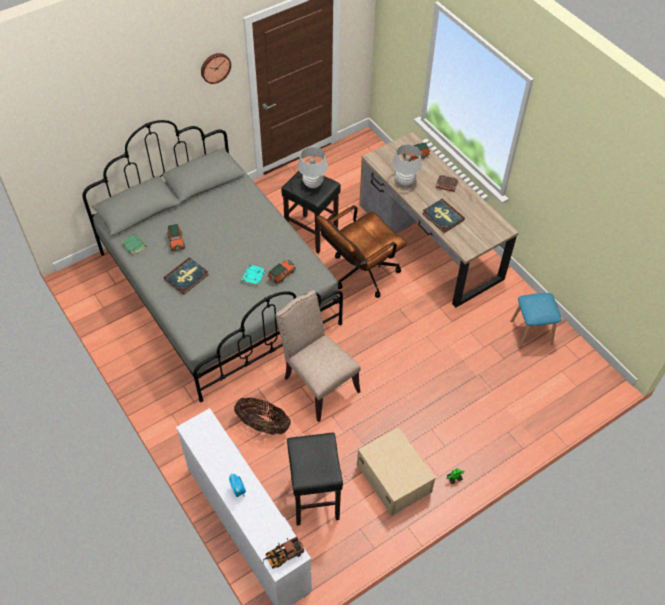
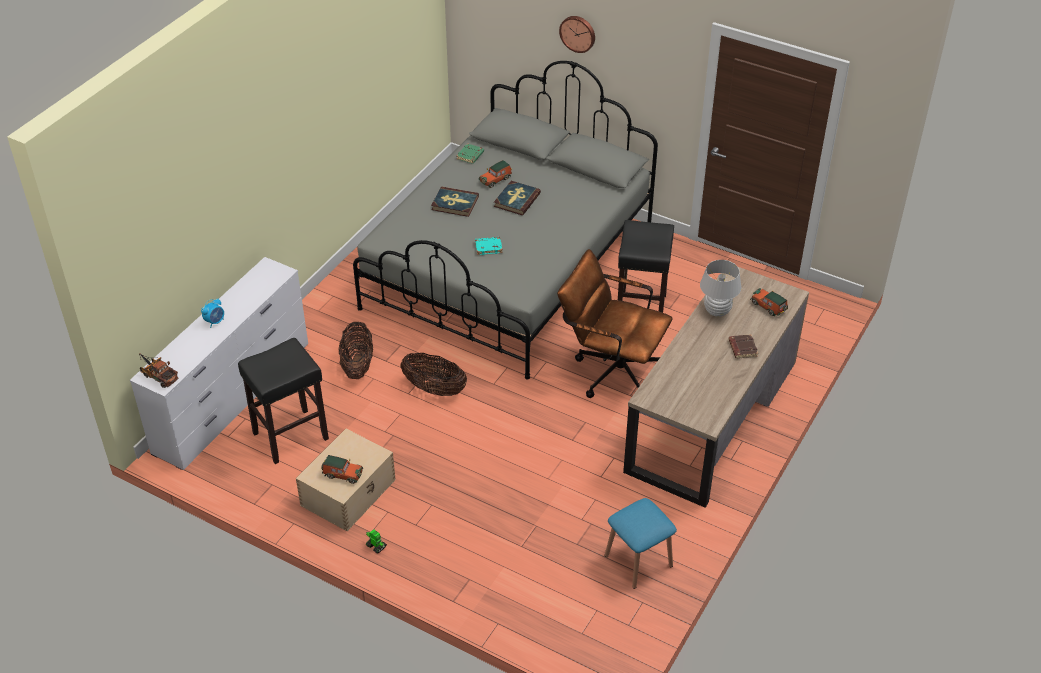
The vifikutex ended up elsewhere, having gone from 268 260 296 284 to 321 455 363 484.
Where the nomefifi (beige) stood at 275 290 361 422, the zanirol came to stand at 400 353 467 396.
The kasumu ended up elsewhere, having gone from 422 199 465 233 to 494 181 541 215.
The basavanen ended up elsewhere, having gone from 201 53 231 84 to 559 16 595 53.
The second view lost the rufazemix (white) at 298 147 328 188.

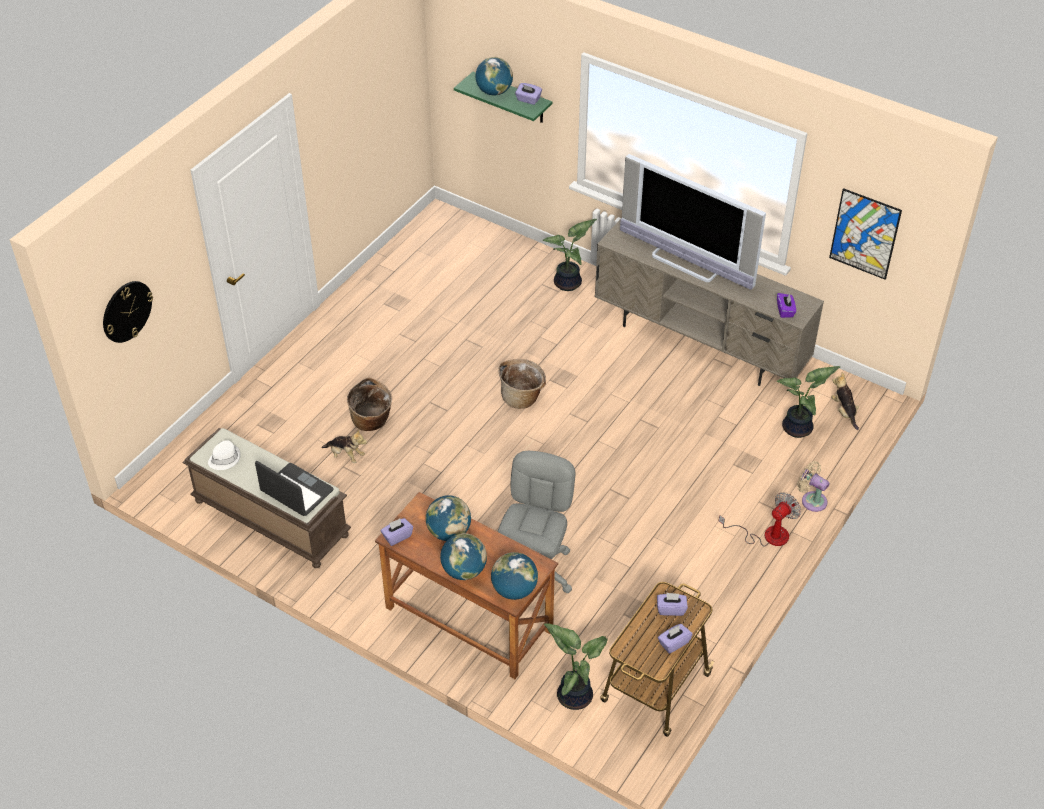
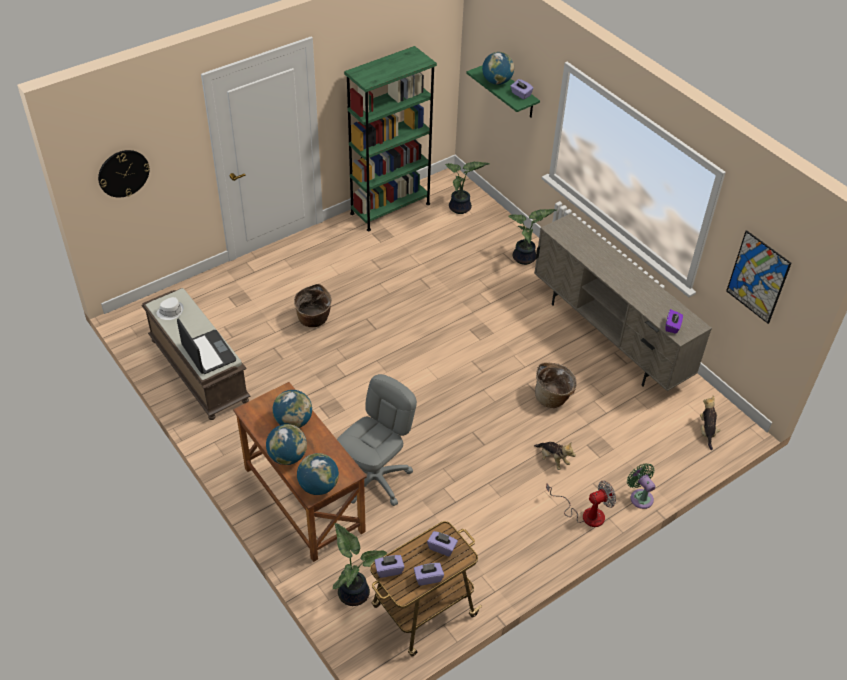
The second view gained the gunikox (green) at 344 46 437 231.
The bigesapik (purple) ended up elsewhere, having gone from 381 518 413 546 to 375 555 405 578.
The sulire ended up elsewhere, having gone from 777 366 840 438 to 445 162 489 214.
The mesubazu ended up elsewhere, having gone from 321 429 368 463 to 534 442 576 470.
The zanirol ended up elsewhere, having gone from 498 359 546 409 to 535 362 576 408.
What was the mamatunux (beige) at 797 461 829 512 turned into the mamatunux (green) at 627 463 656 509.
The second view lost the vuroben at 620 154 766 290.

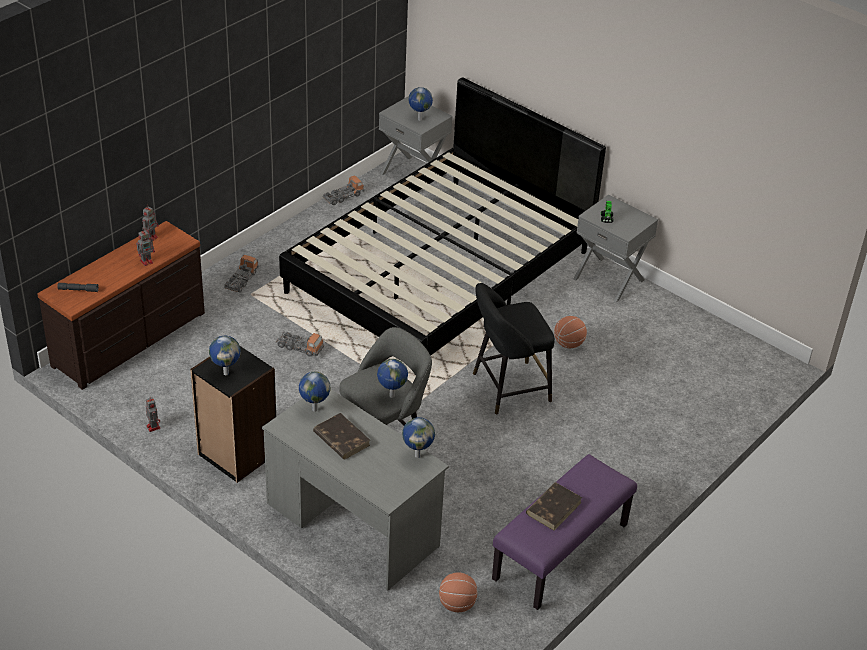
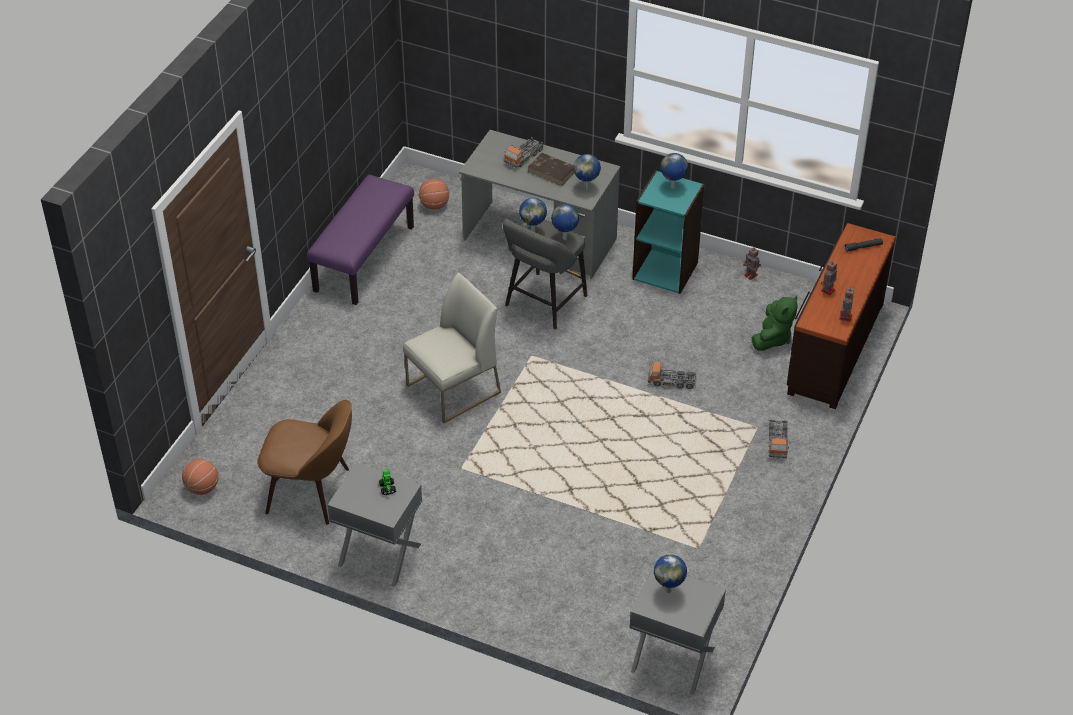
The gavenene ended up elsewhere, having gone from 554 316 587 349 to 182 459 219 495.
The second view gained the nomefifi (brown) at 257 400 352 525.
Where the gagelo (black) stood at 473 283 555 414, the nomefifi (white) came to stand at 403 272 501 423.
The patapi ended up elsewhere, having gone from 322 176 365 205 to 504 137 544 168.
The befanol ended up elsewhere, having gone from 402 417 435 458 to 551 204 579 240.
What was the gunikox (black) at 190 346 276 483 turned into the gunikox (turquoise) at 632 170 705 294.
The second view gained the mesubazu (green) at 752 296 798 351.
The second view lost the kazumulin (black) at 279 77 606 356.
The second view lost the kasumu (brown) at 526 483 582 531.

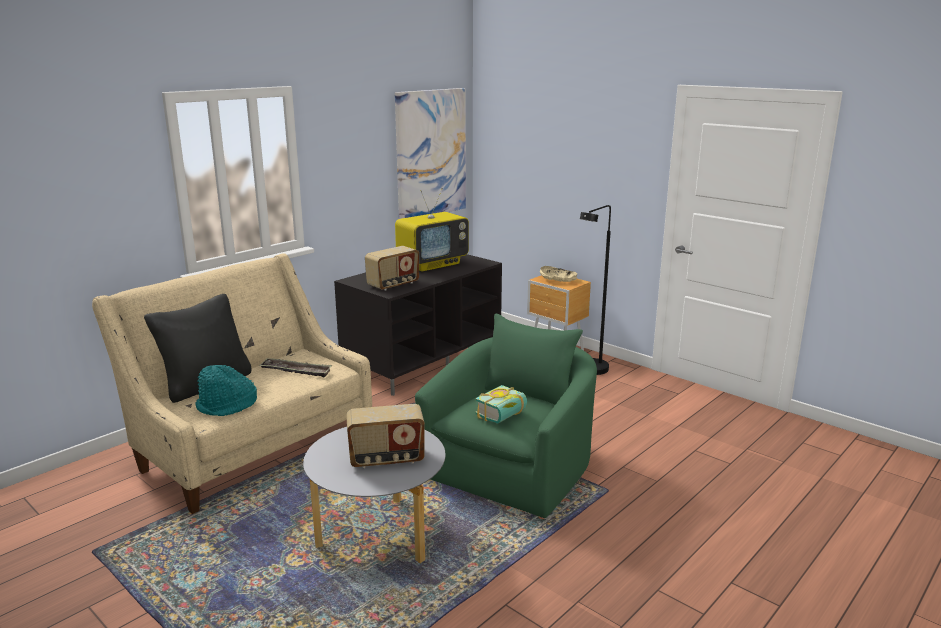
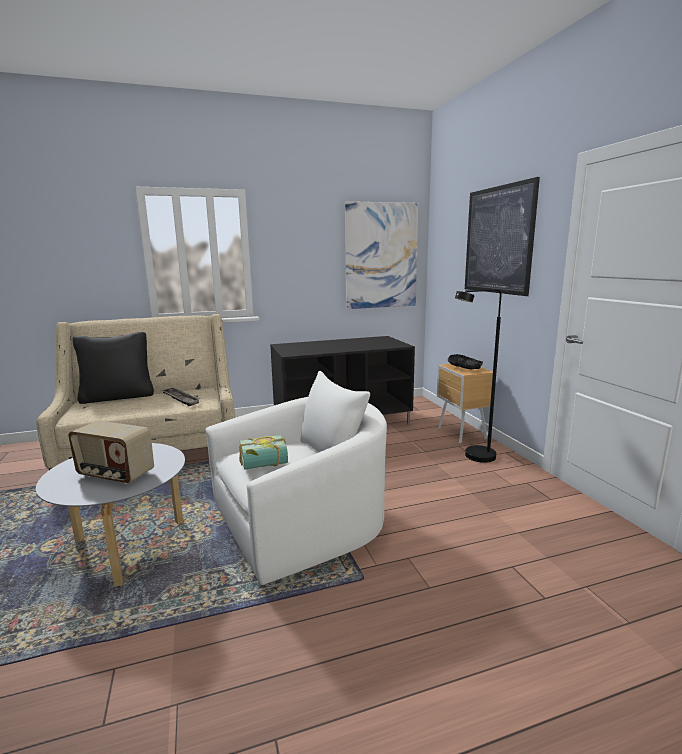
What was the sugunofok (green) at 415 314 597 518 turned into the sugunofok (white) at 206 371 387 585.
What was the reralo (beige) at 540 266 577 282 turned into the reralo (black) at 448 354 483 370.
The second view gained the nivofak at 465 177 540 296.
The second view lost the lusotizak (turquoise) at 195 365 257 416.
The second view lost the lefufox at 365 246 419 290.
The second view lost the vuroben at 395 188 469 271.

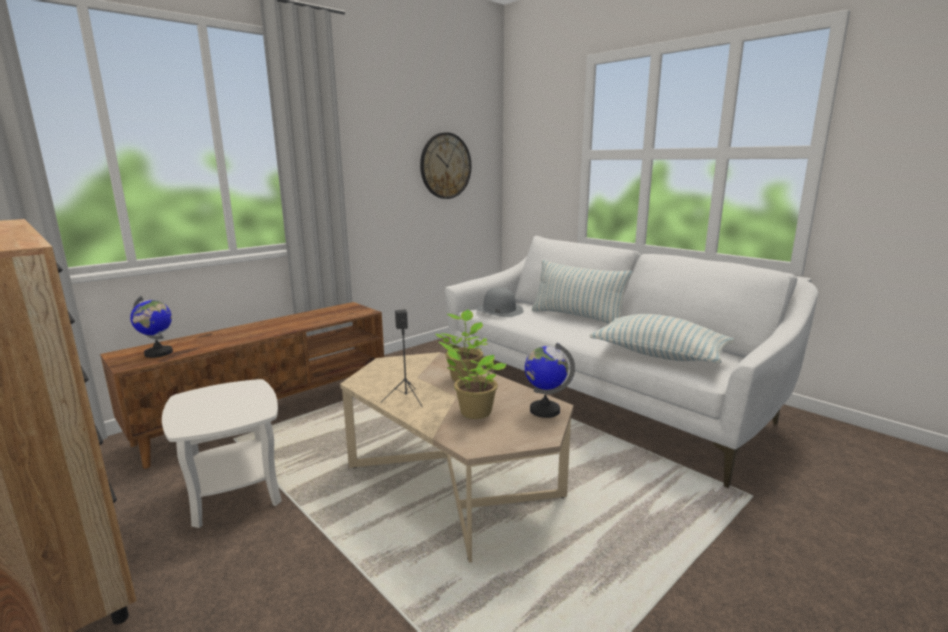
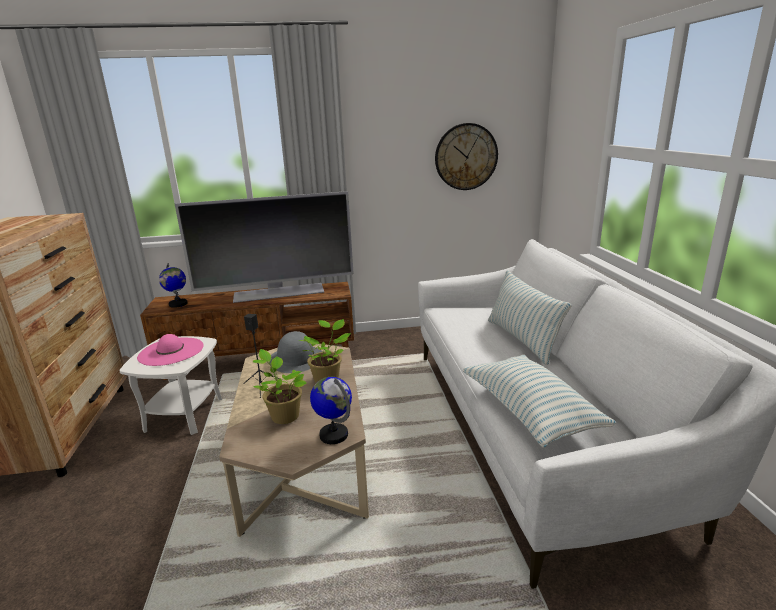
The second view gained the lusotizak (pink) at 137 334 204 366.
The second view gained the vuroben at 175 191 354 303.
The lusotizak (grey) ended up elsewhere, having gone from 476 287 523 317 to 269 331 322 373.

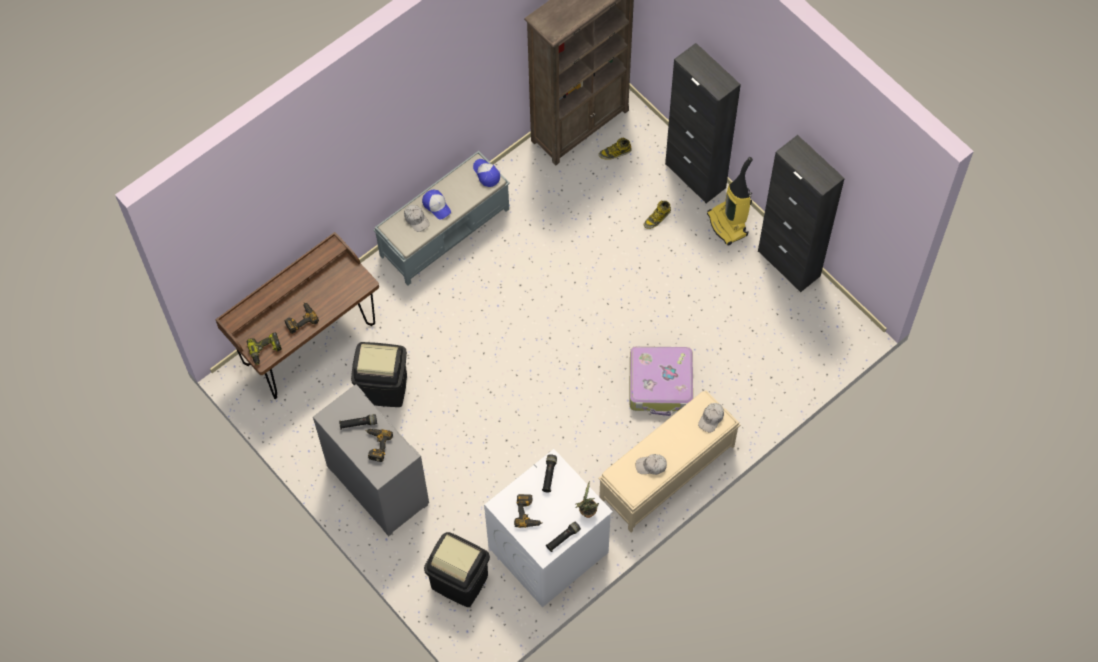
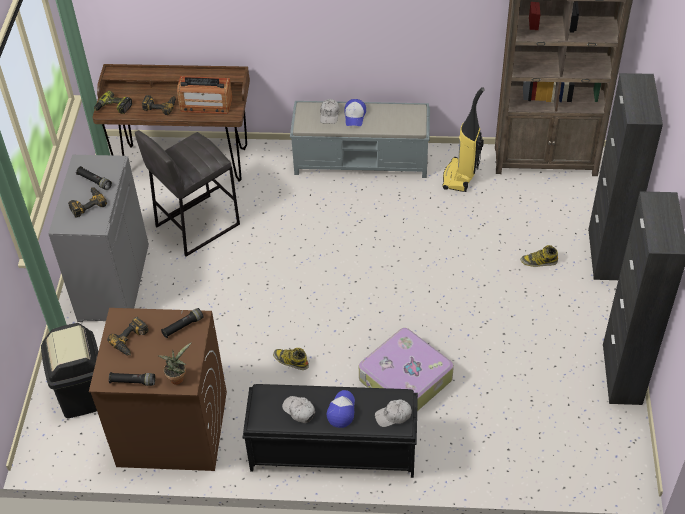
What was the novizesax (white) at 484 449 613 607 turned into the novizesax (brown) at 89 308 227 471.
Where the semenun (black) stood at 351 342 407 407, the gagelo (grey) came to stand at 135 130 240 257.
The second view gained the lefufox at 177 76 233 114.
What was the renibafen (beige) at 598 390 740 532 turned into the renibafen (black) at 243 384 418 478.
The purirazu ended up elsewhere, having gone from 599 137 631 160 to 273 348 309 370.
The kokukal ended up elsewhere, having gone from 473 159 500 187 to 327 390 355 428.
The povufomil ended up elsewhere, having gone from 707 157 753 246 to 442 87 485 192.

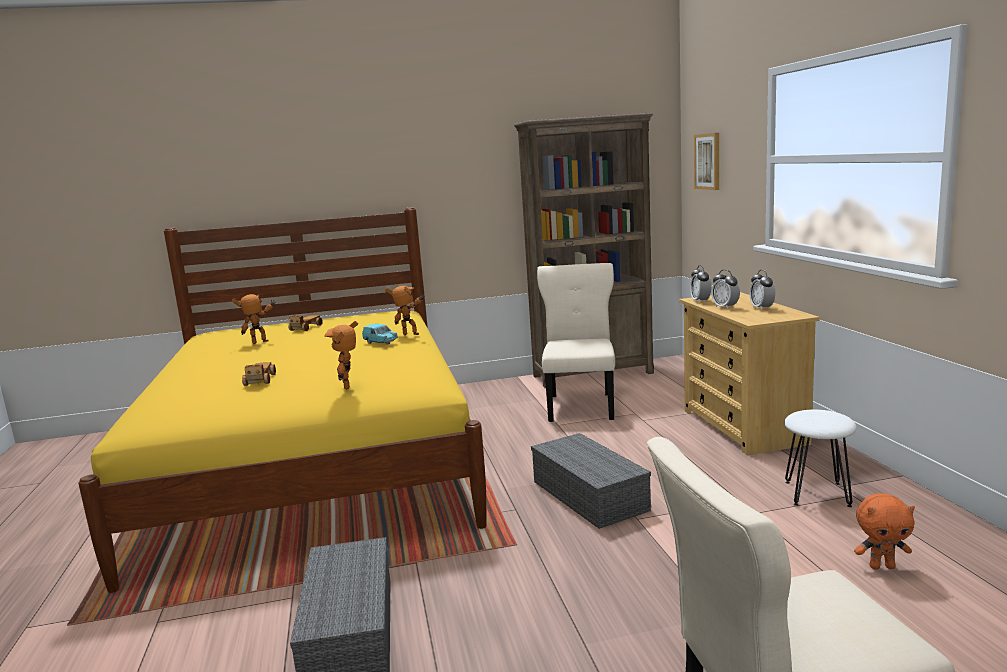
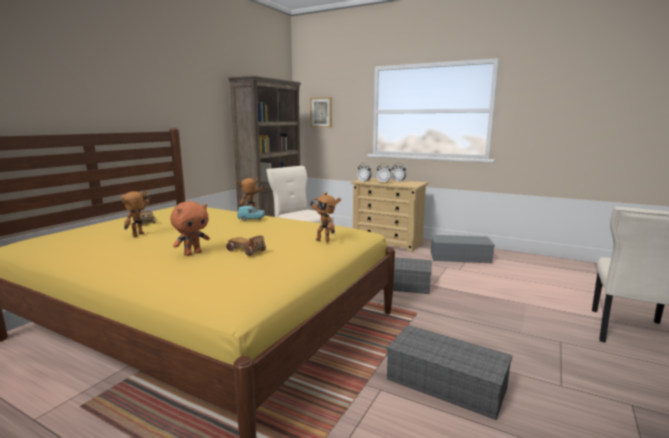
The mesubazu (orange) ended up elsewhere, having gone from 854 493 915 570 to 170 201 210 256.
Where the gagelo (white) stood at 784 410 857 507, the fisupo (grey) came to stand at 431 235 495 263.

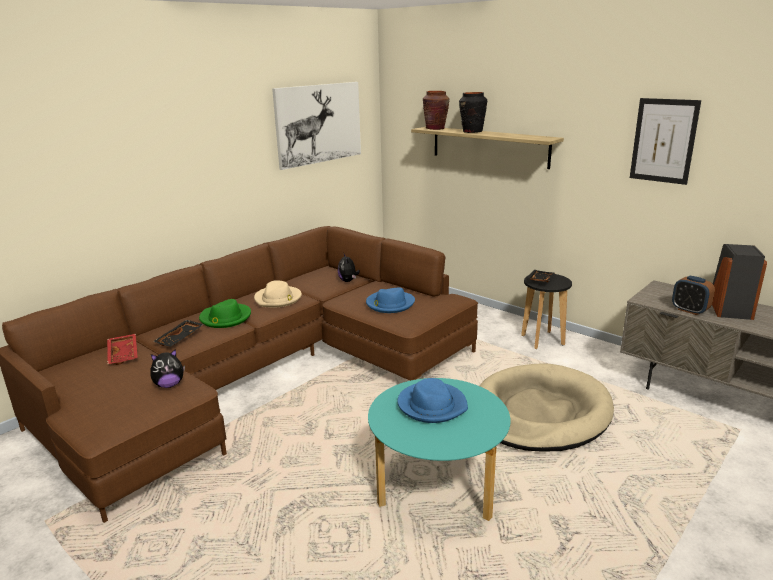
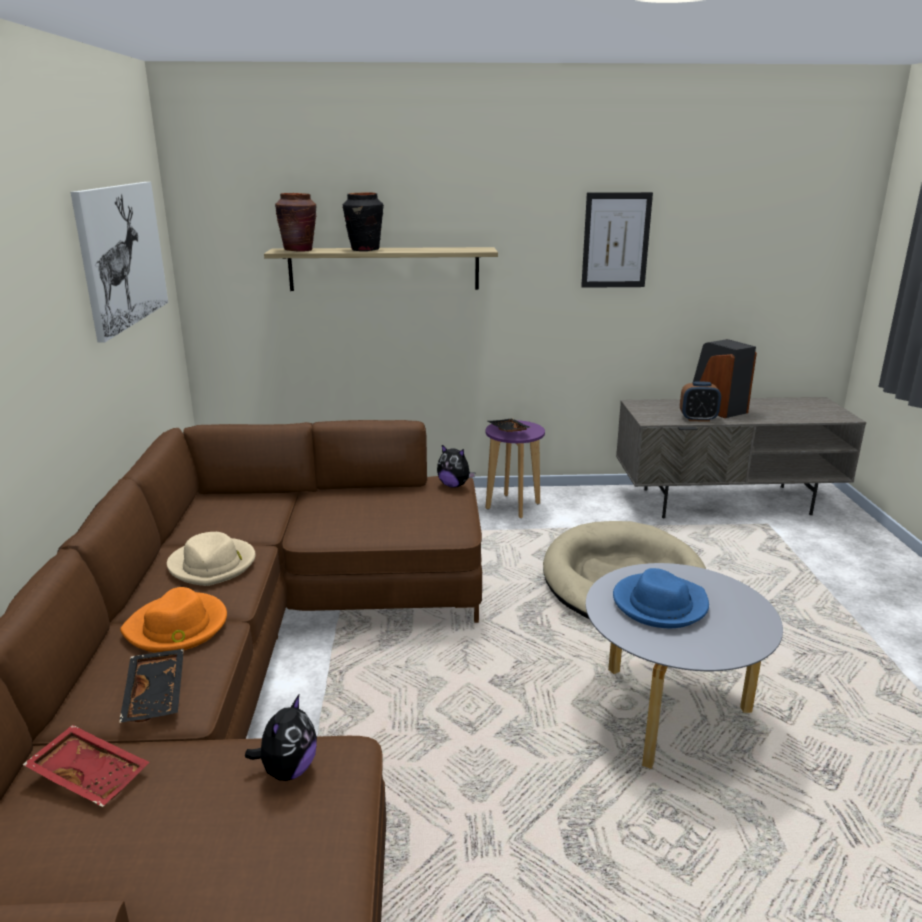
What was the lusotizak (green) at 199 299 251 328 turned into the lusotizak (orange) at 120 587 227 653.
The mesubazu ended up elsewhere, having gone from 338 254 360 282 to 437 445 475 488.
What was the gagelo (black) at 521 274 572 349 turned into the gagelo (purple) at 486 420 545 518.
What was the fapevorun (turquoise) at 368 378 511 521 turned into the fapevorun (grey) at 586 563 783 769.
The second view lost the lusotizak (blue) at 366 287 415 313.

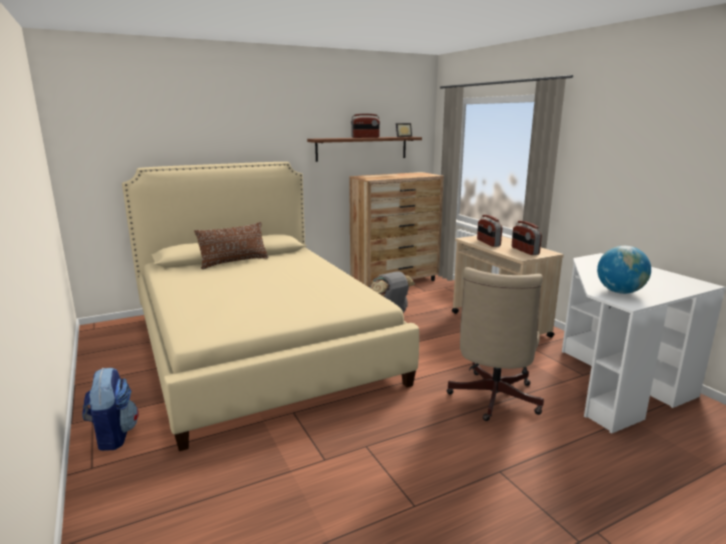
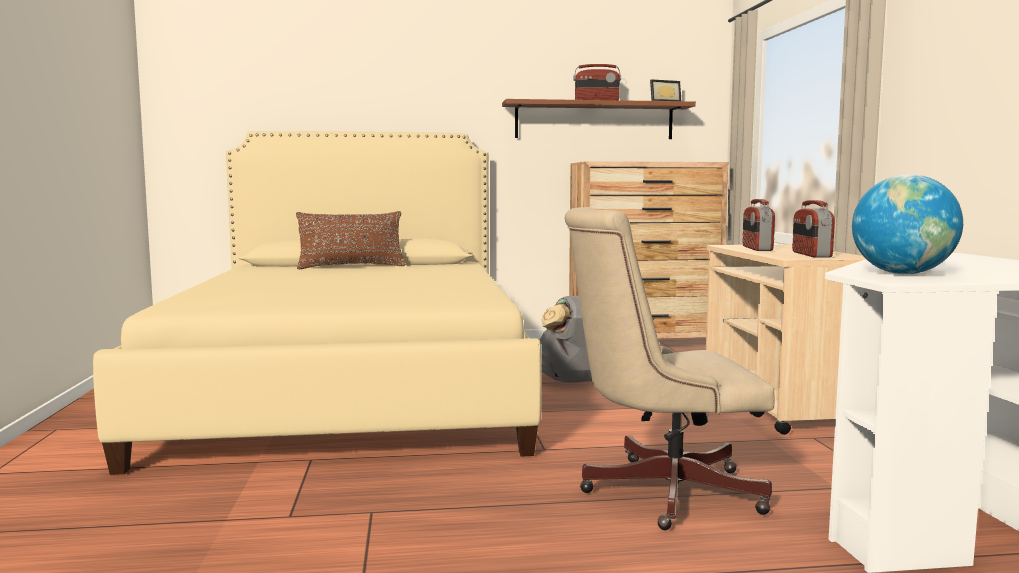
The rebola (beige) at 447 267 544 421 ended up facing another way, 45 degrees clockwise from before.
The second view lost the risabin at 82 368 139 451.

